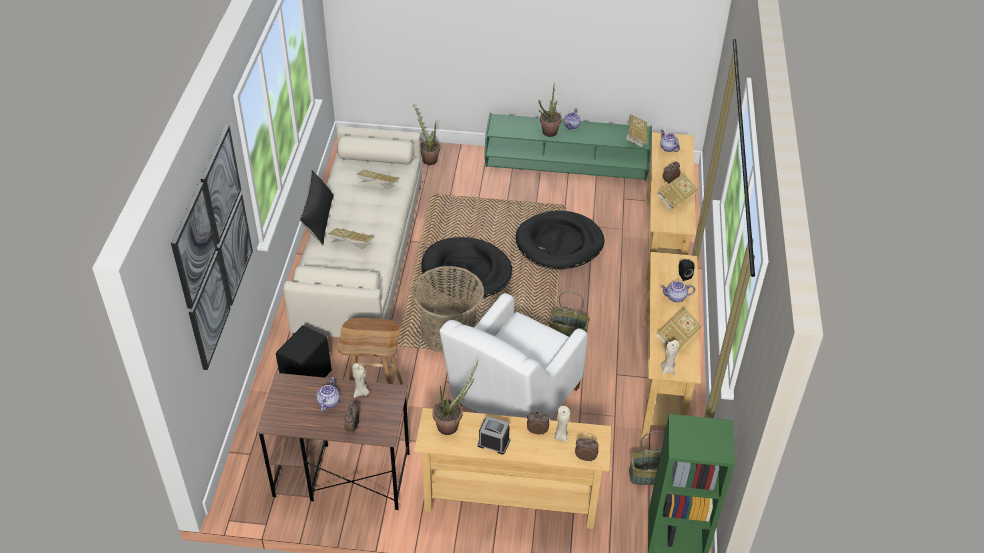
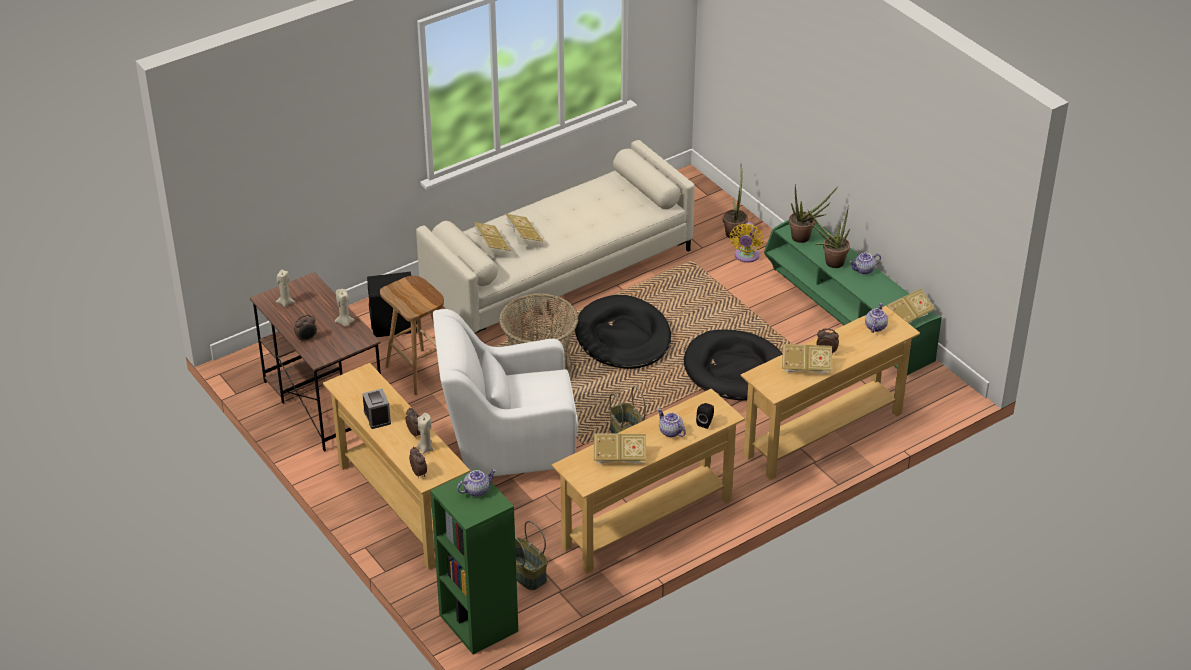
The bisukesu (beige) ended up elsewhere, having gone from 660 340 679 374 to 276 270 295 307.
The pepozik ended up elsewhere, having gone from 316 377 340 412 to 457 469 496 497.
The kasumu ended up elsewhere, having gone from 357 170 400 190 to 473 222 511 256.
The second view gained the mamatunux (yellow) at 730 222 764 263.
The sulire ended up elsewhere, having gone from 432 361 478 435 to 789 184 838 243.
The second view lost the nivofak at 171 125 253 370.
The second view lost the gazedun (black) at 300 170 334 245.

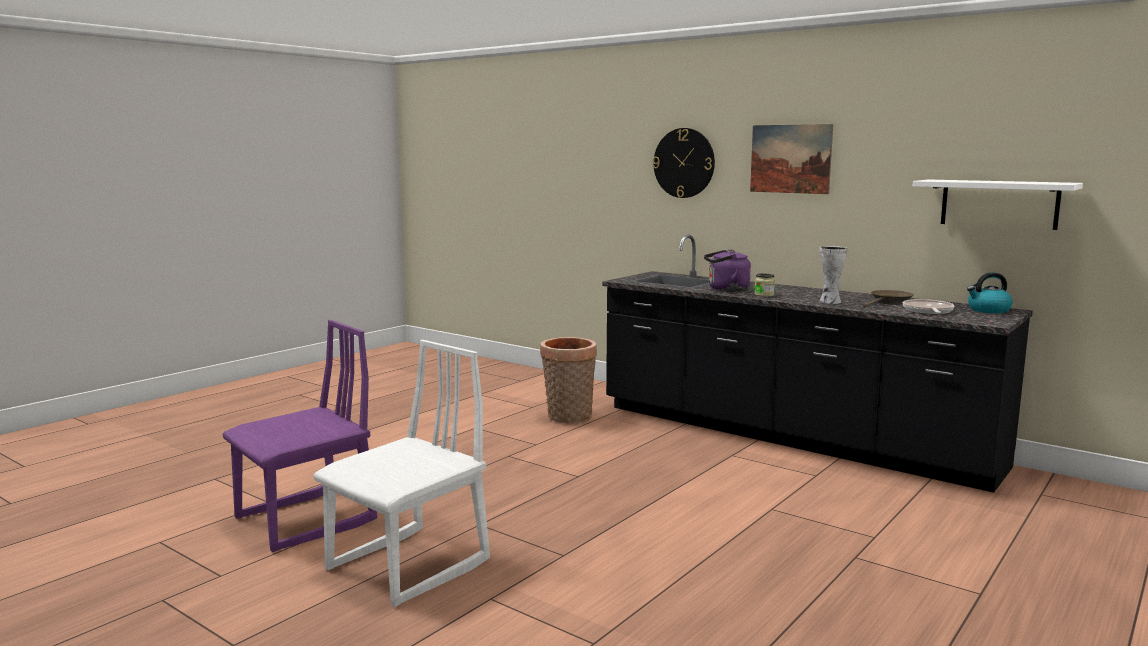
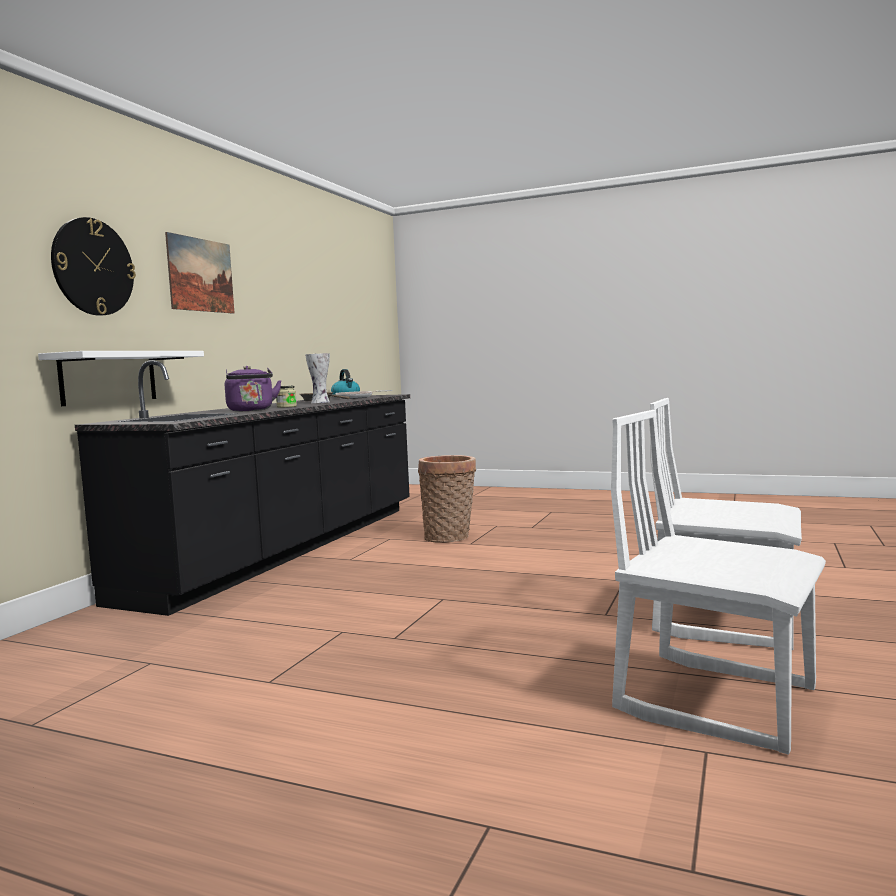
The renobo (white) ended up elsewhere, having gone from 913 179 1083 230 to 38 351 204 406.
The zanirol ended up elsewhere, having gone from 540 337 597 424 to 418 455 476 543.
What was the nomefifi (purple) at 222 320 377 552 turned into the nomefifi (white) at 611 410 826 755.

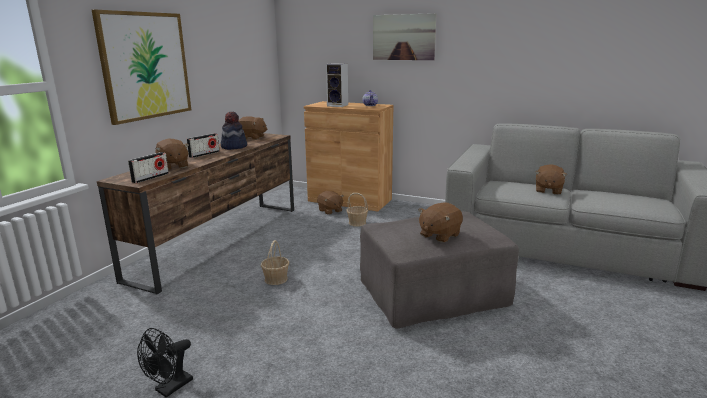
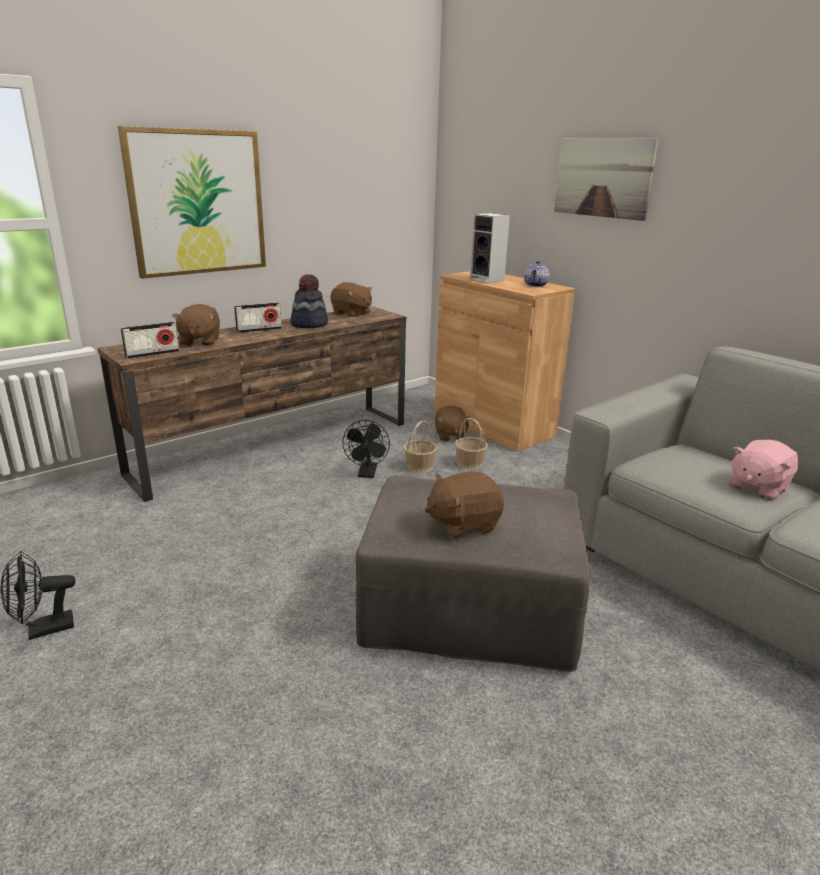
The second view gained the mamatunux (black) at 342 420 390 478.
The zanirol ended up elsewhere, having gone from 261 240 289 285 to 404 421 437 473.
What was the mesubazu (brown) at 535 164 567 195 turned into the mesubazu (pink) at 730 440 798 500.

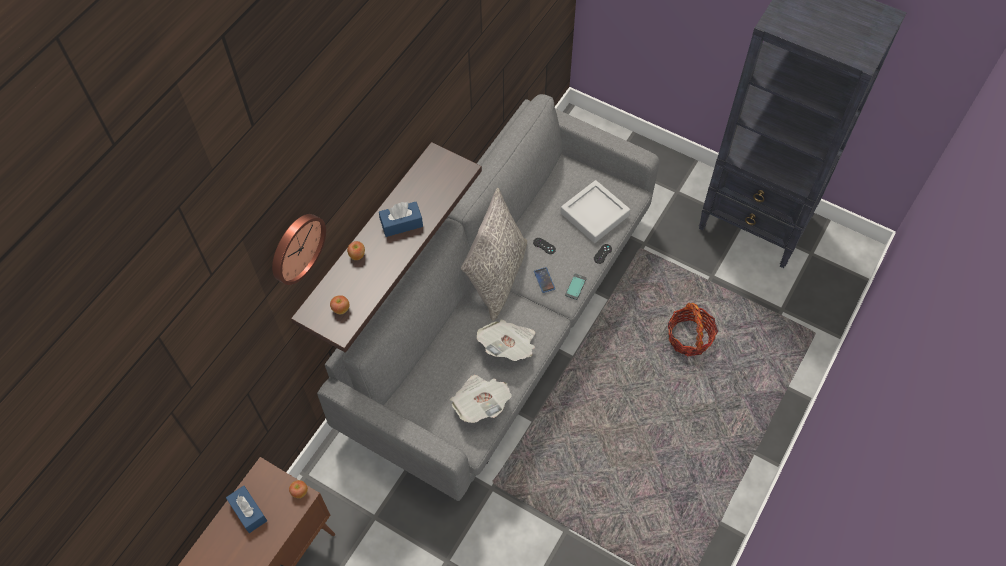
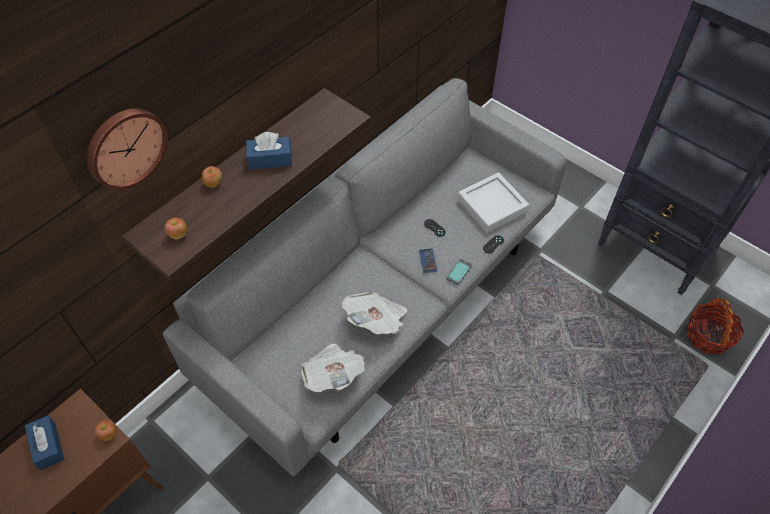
The zanirol ended up elsewhere, having gone from 668 302 718 356 to 687 298 744 354.
The second view lost the gazedun (grey) at 461 188 527 321.

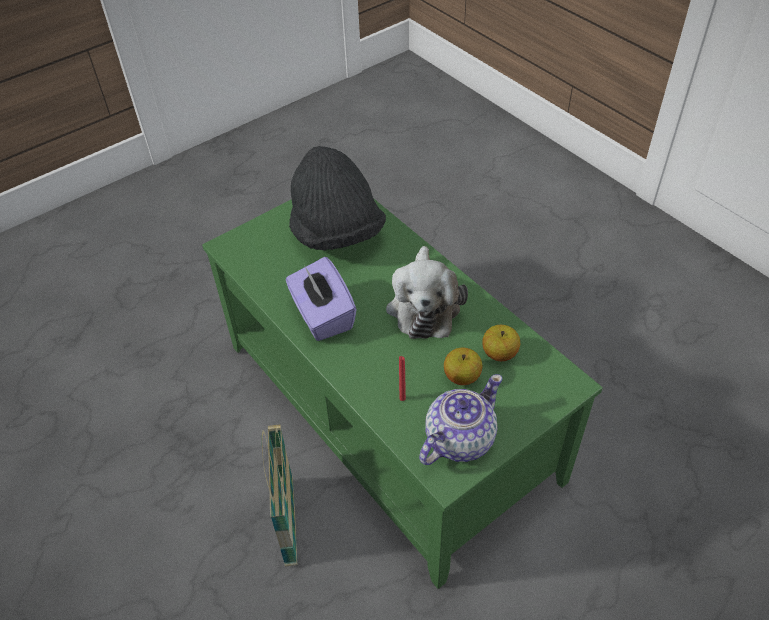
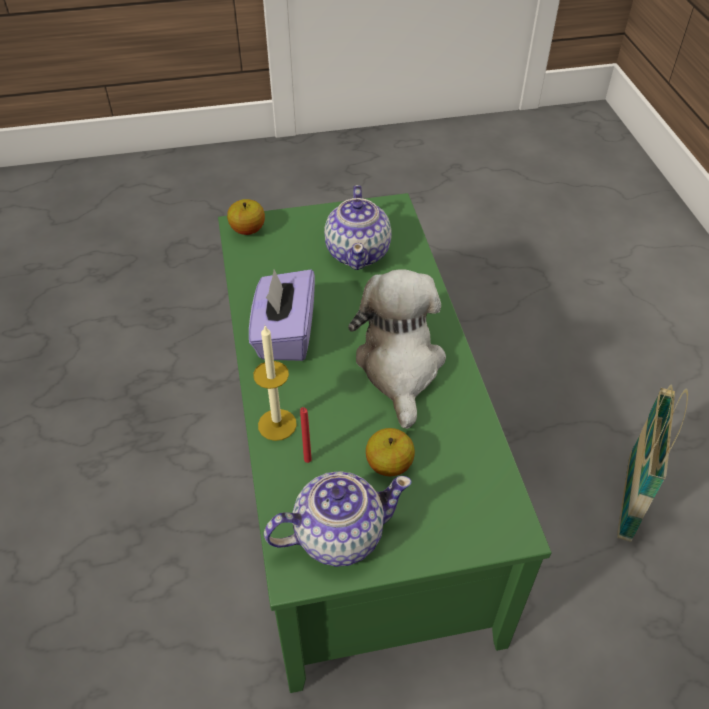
The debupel ended up elsewhere, having gone from 482 325 520 361 to 227 199 265 235.
The second view gained the bisukesu at 253 326 297 441.
Where the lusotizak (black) stood at 289 146 386 251, the pepozik came to stand at 324 185 392 270.
The mesubazu at 386 246 468 339 ended up facing another way, 150 degrees clockwise from before.
The zanirol ended up elsewhere, having gone from 262 424 297 567 to 617 385 688 542.

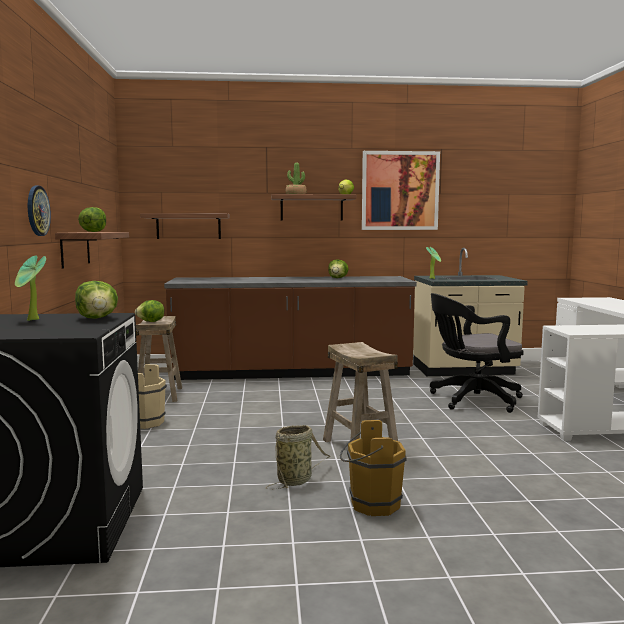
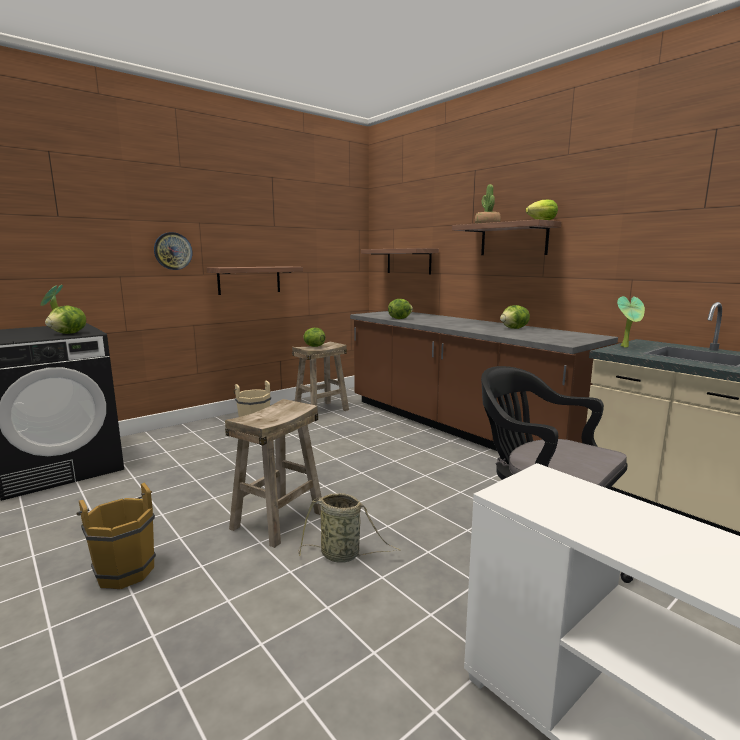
The zanirol ended up elsewhere, having gone from 266 425 331 490 to 298 493 401 563.
The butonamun ended up elsewhere, having gone from 78 207 106 232 to 388 299 413 319.
The second view lost the nivofak at 362 151 440 230.

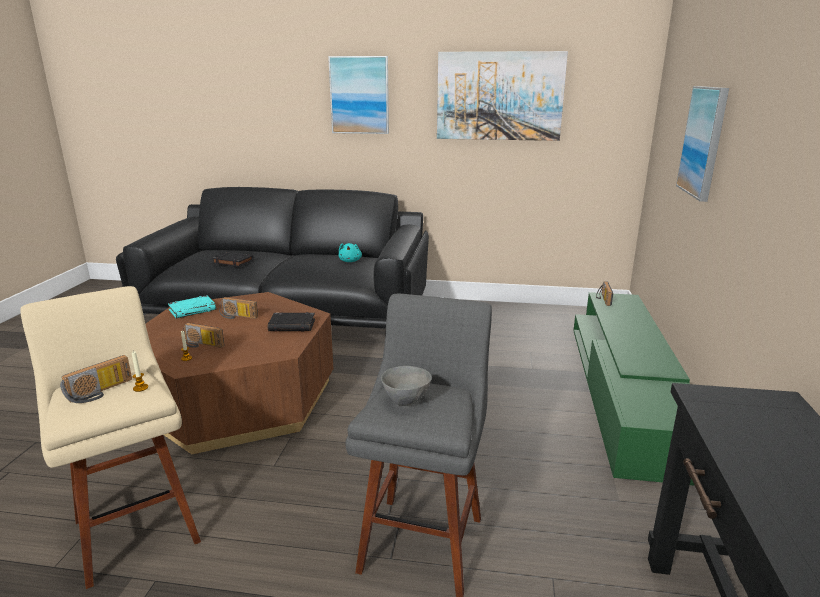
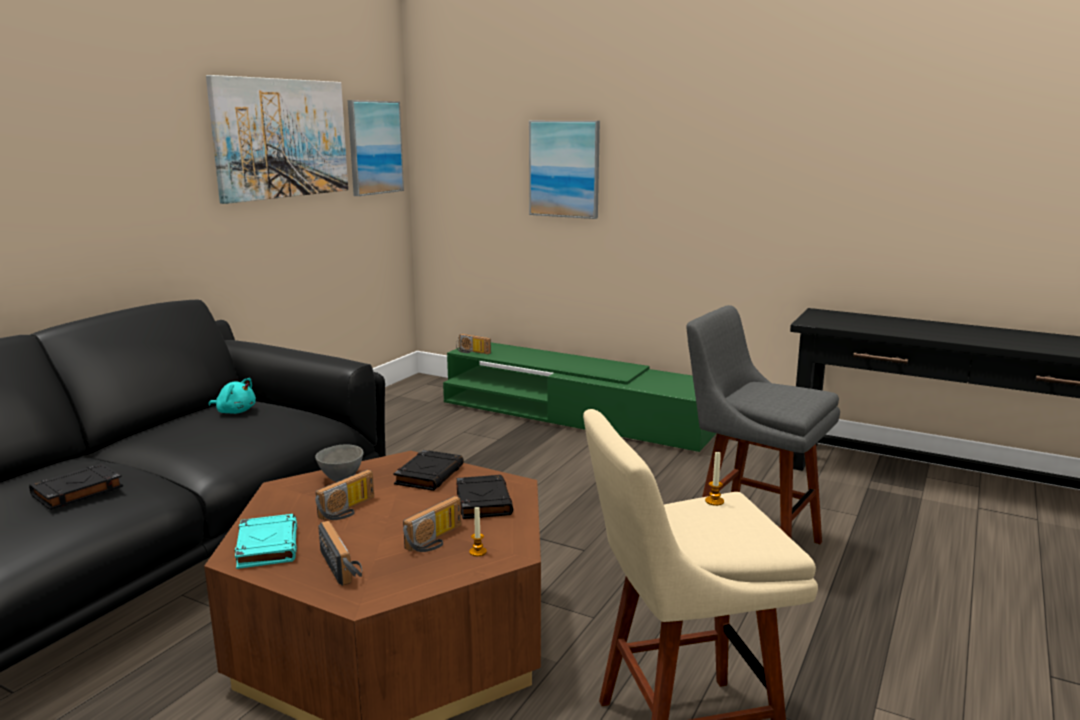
The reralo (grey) ended up elsewhere, having gone from 381 366 432 406 to 315 445 364 482.
The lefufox ended up elsewhere, having gone from 60 355 132 403 to 318 521 362 586.
The nivofak ended up elsewhere, having gone from 328 56 389 134 to 348 100 404 196.
The second view gained the kasumu (black) at 456 475 513 519.

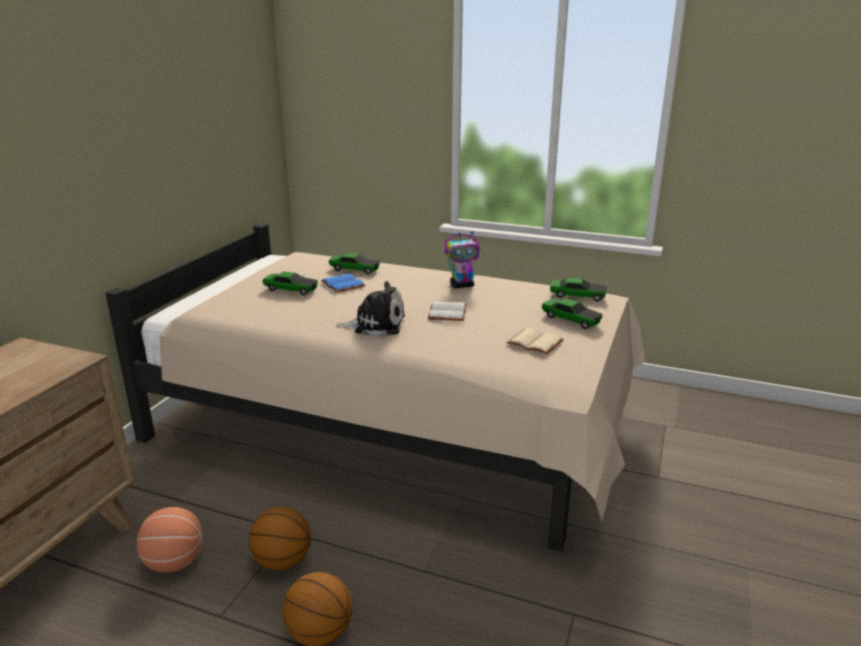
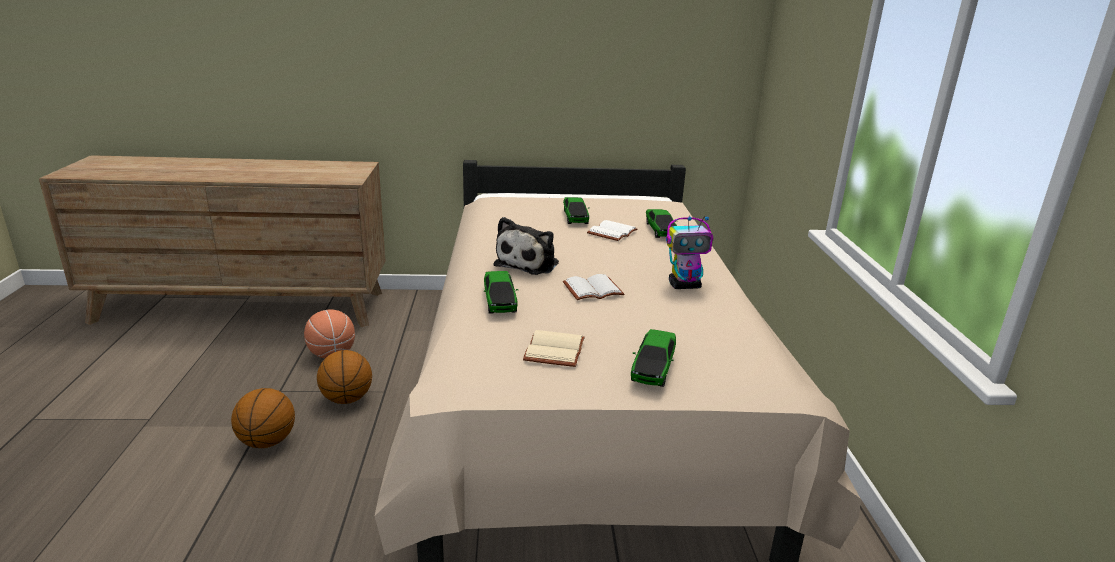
The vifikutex ended up elsewhere, having gone from 550 278 607 302 to 484 271 518 314.
The mesubazu at 336 281 405 337 ended up facing another way, 45 degrees clockwise from before.
What was the kasumu (blue) at 321 273 366 293 turned into the kasumu (white) at 587 220 638 241.
The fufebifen at 445 231 480 288 ended up facing another way, 60 degrees counterclockwise from before.

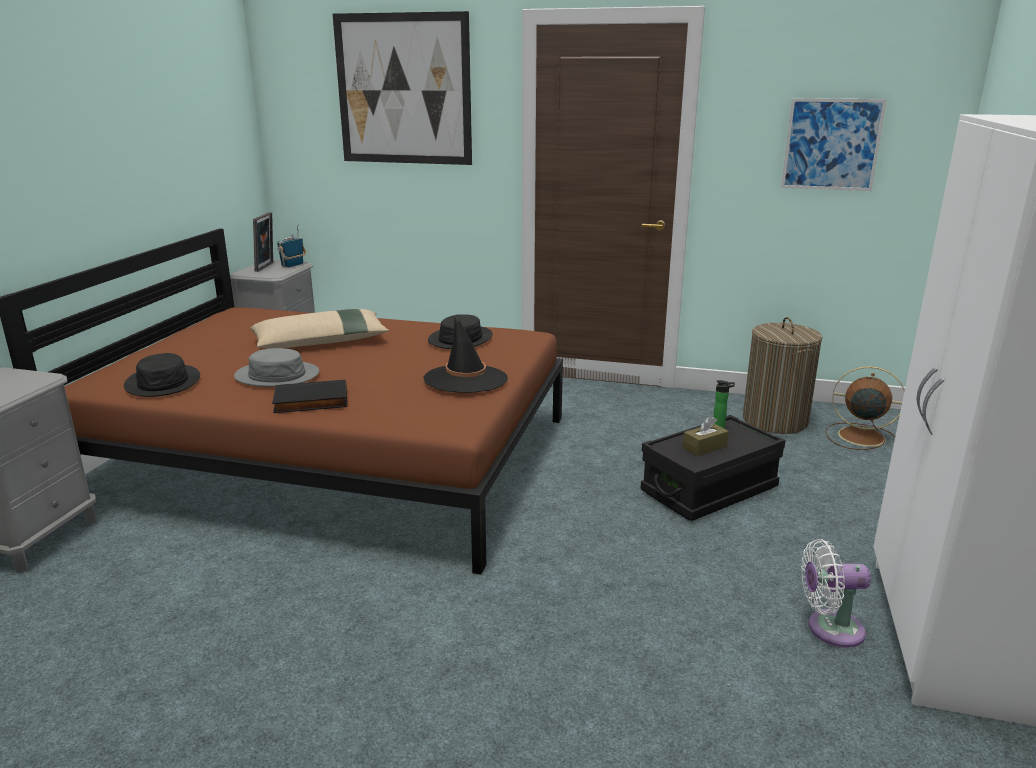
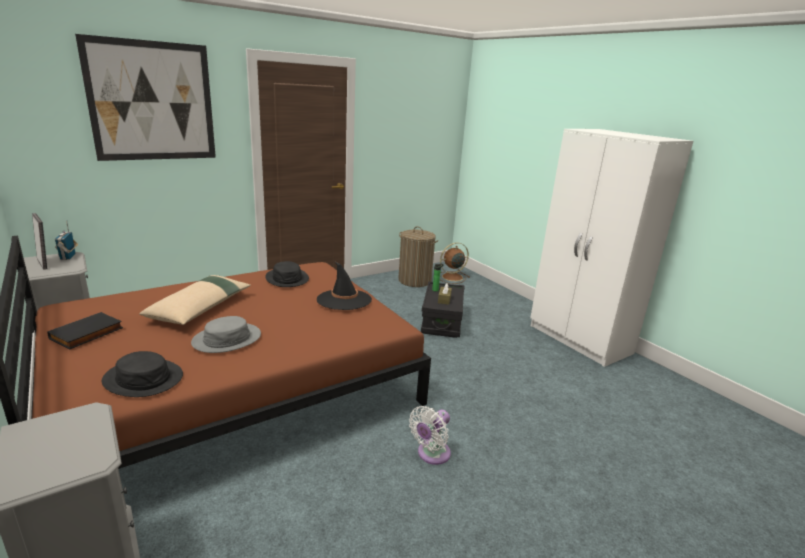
The kasumu (black) ended up elsewhere, having gone from 272 380 347 413 to 47 312 123 349.
The mamatunux (white) ended up elsewhere, having gone from 801 539 871 648 to 409 406 451 465.
The second view lost the nivofak at 781 98 887 191.

